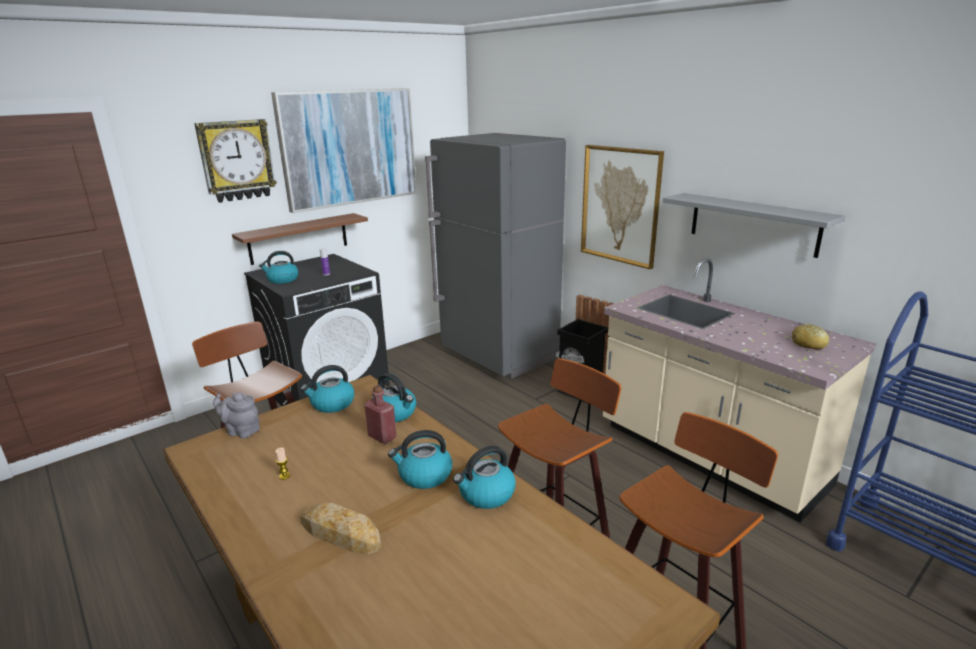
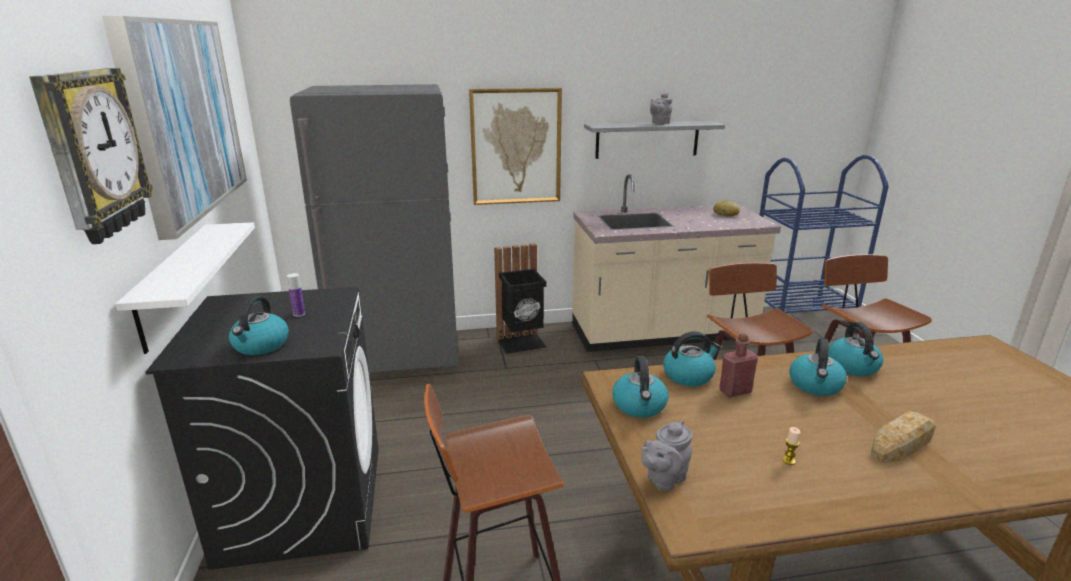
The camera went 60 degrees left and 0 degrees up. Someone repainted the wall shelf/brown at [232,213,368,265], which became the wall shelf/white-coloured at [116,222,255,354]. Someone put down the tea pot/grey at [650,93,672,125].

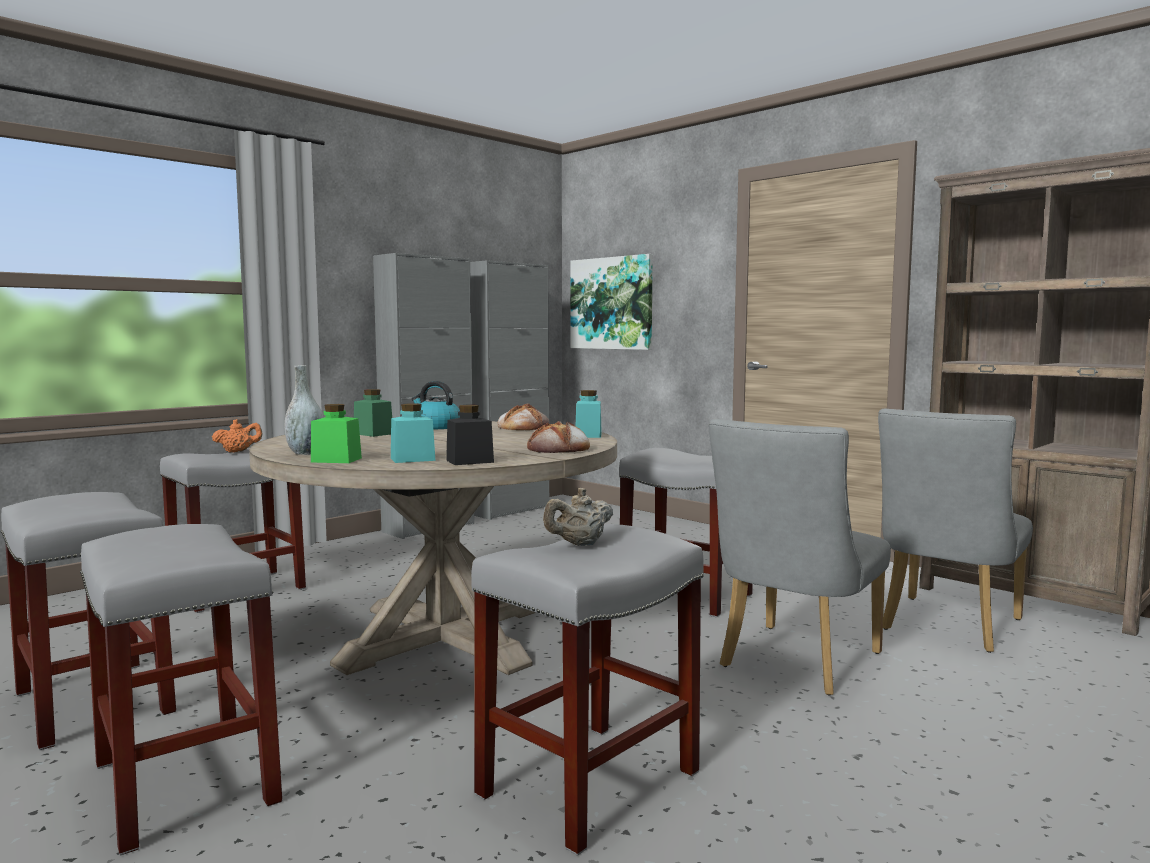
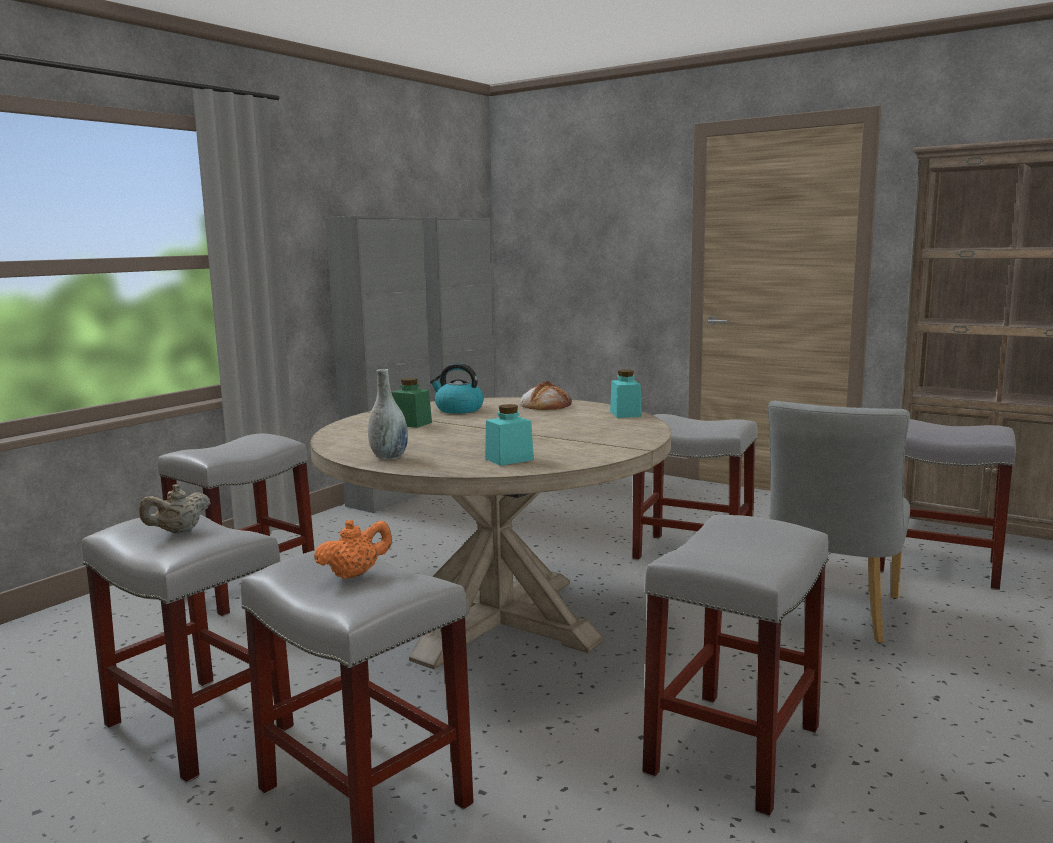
The camera went 10 degrees left and 5 degrees up. Someone carried the tea pot/sand-coloured from [543,488,613,546] to [139,484,210,534]. Someone carried the tea pot/orangey from [212,419,262,453] to [314,519,392,579]. Someone swapped the plain chair/grey at [878,409,1033,653] for the stool/grey at [880,419,1016,590]. Someone took away the jar/green at [311,404,362,463]. Someone took away the jar/black at [446,405,494,465]. Someone took away the bread at [527,421,590,453]. Someone took away the picture at [571,254,653,350].

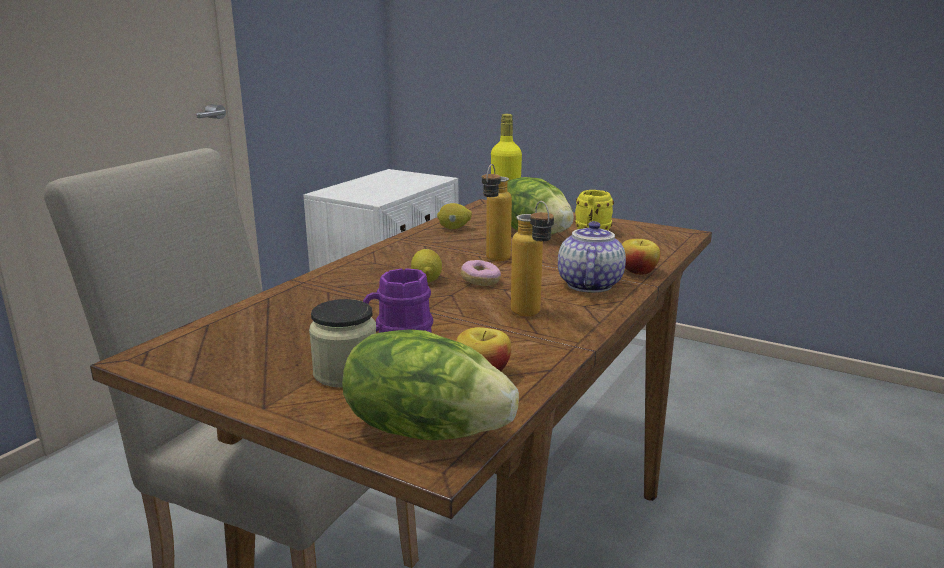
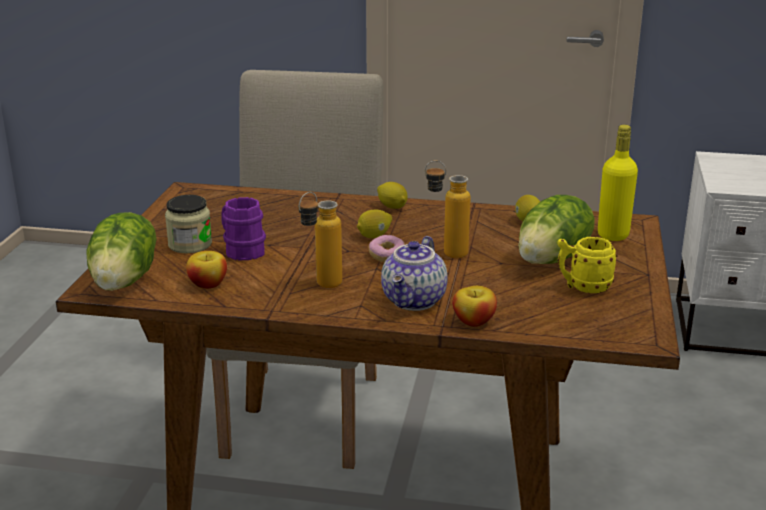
The camera went 70 degrees right and 5 degrees up. Someone put down the whole lemon at [377,182,408,209]. Someone rotated the tea pot at [558,221,626,293] by 120 degrees clockwise.

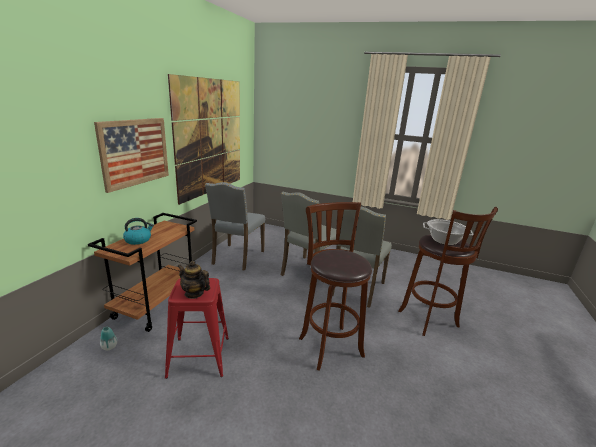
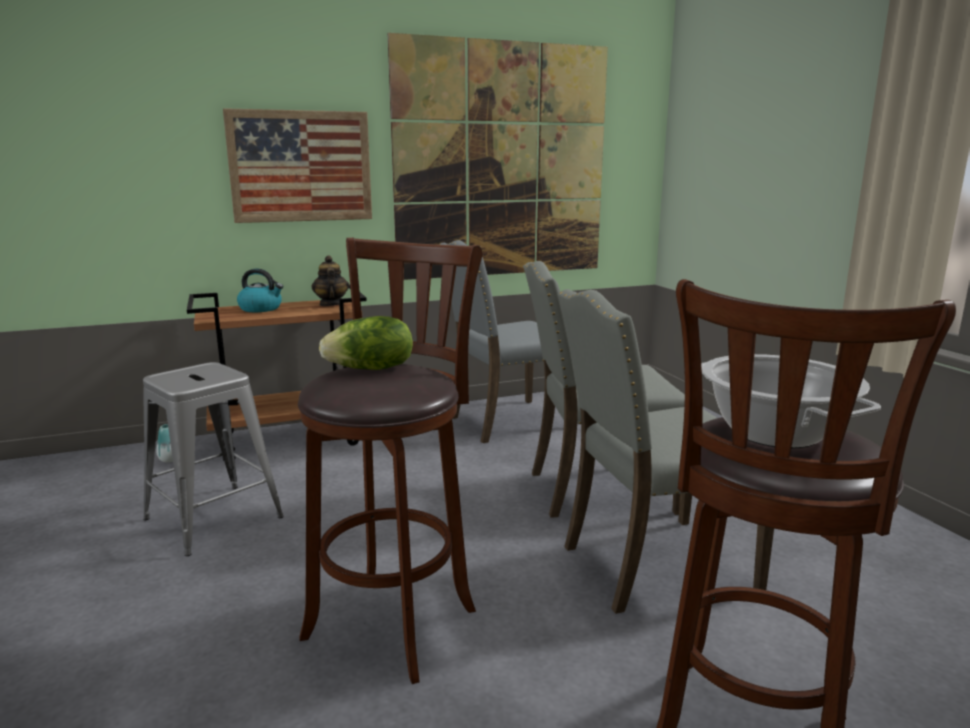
The camera went 50 degrees right and 5 degrees down. Someone repainted the stool/reddish at [165,278,229,379], which became the stool/grey at [143,362,284,556]. Someone carried the tea pot from [178,261,210,299] to [312,255,349,306]. Someone put down the head of lettuce at [319,316,413,370].

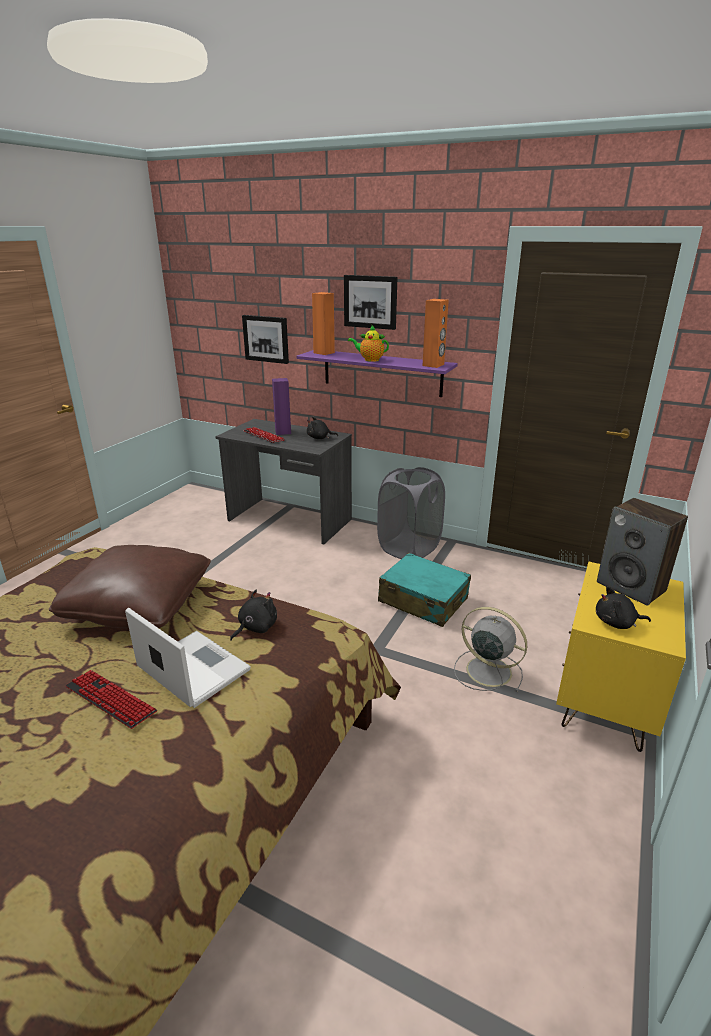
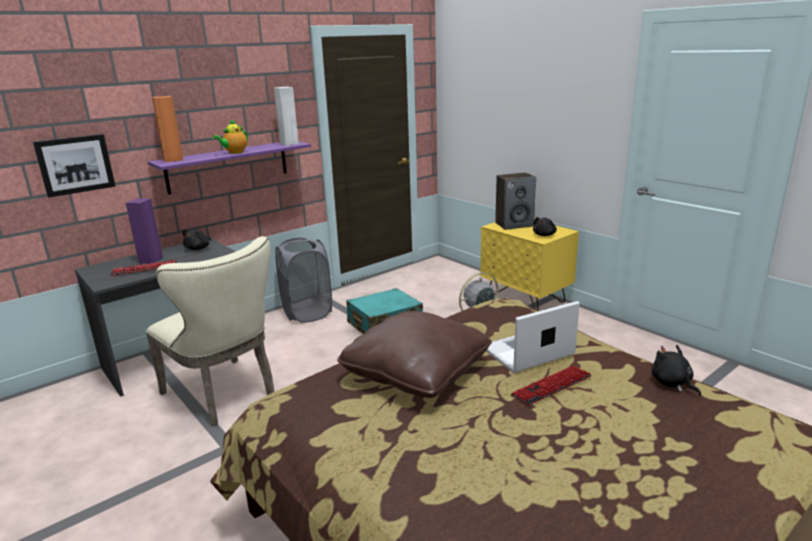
The camera went 65 degrees left and 5 degrees down. Someone put down the plain chair/sand-coloured at [146,236,275,426]. Someone repainted the loudspeaker/orangey at [423,299,449,368], which became the loudspeaker/white-coloured at [274,87,299,146]. Someone carried the plush toy/black from [230,589,277,641] to [652,345,701,397]. Someone took away the picture at [344,275,398,330].

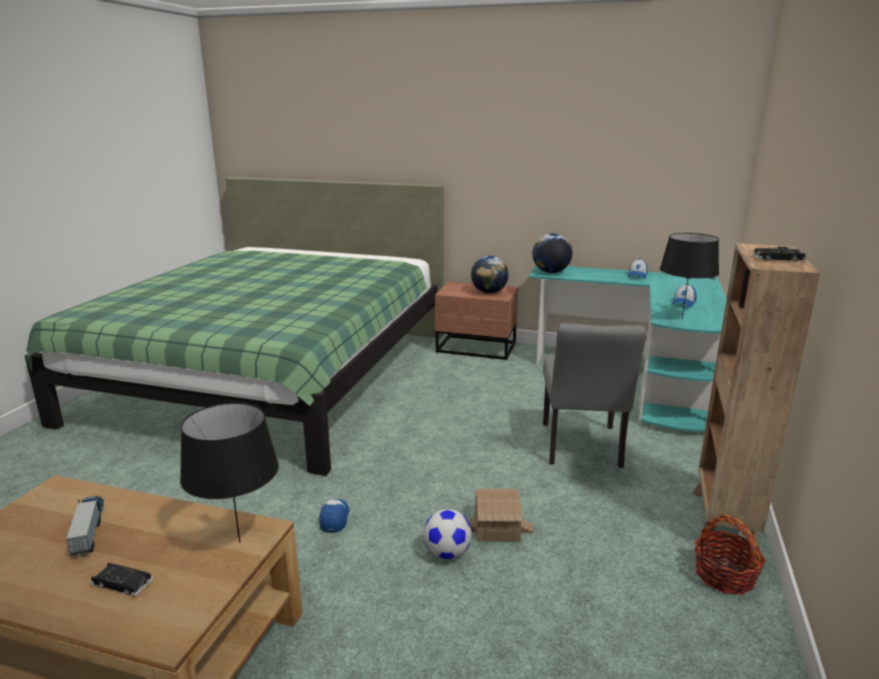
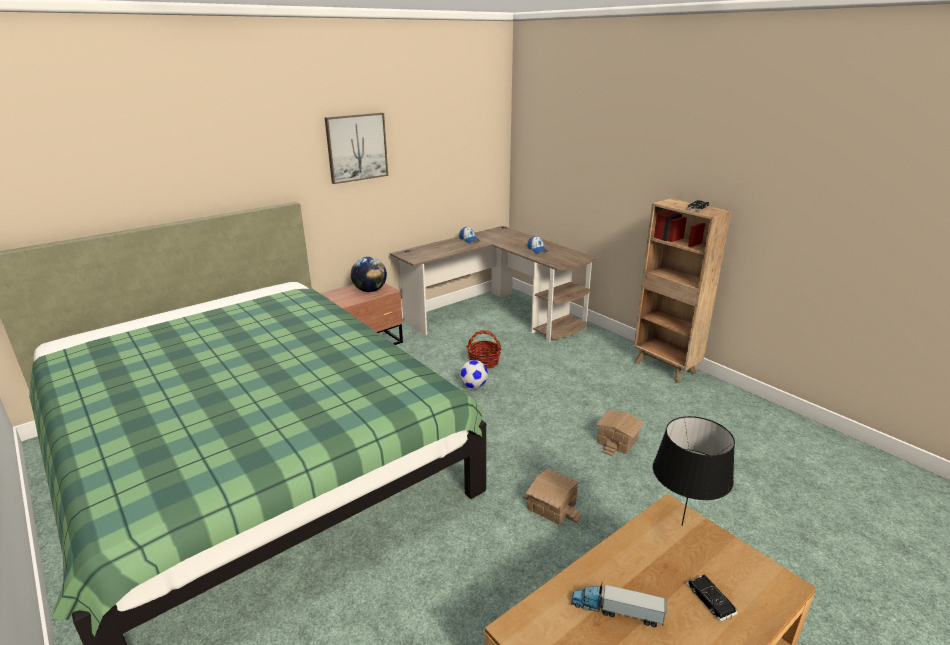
The camera went 55 degrees left and 5 degrees up. Someone put up the picture at [325,113,388,184]. Someone repainted the desk/turquoise at [529,266,727,432], which became the desk/brown at [390,226,597,342]. Someone carried the football ball from [424,509,472,559] to [460,360,488,389]. Someone carried the household basket from [694,514,766,595] to [466,330,501,369]. Someone swapped the cap at [319,499,349,533] for the model house at [523,468,582,525]. Someone rotated the model car/black at [90,563,154,596] by 75 degrees counterclockwise. Someone took away the desk globe at [532,233,572,273]. Someone took away the plain chair/grey at [543,323,647,468]. Someone took away the tabletop lamp/black at [660,233,719,319].

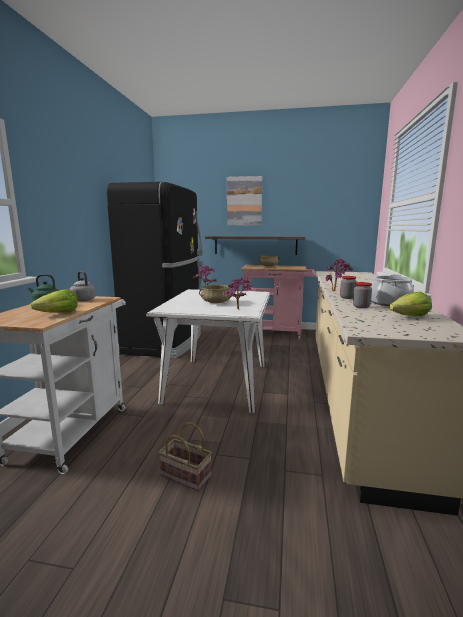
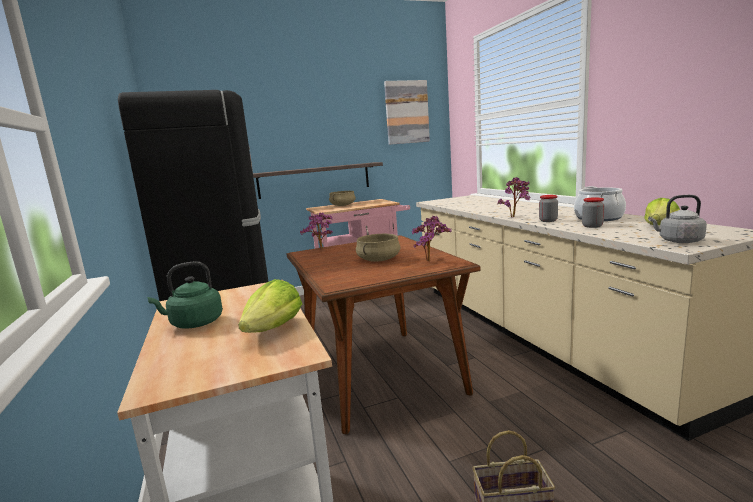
The camera went 30 degrees left and 0 degrees up. Someone repainted the dining table/white-coloured at [146,289,270,414], which became the dining table/brown at [287,235,481,434]. Someone carried the picture from [227,176,262,226] to [384,80,430,145]. Someone carried the kettle/grey from [70,271,96,301] to [648,195,707,243].

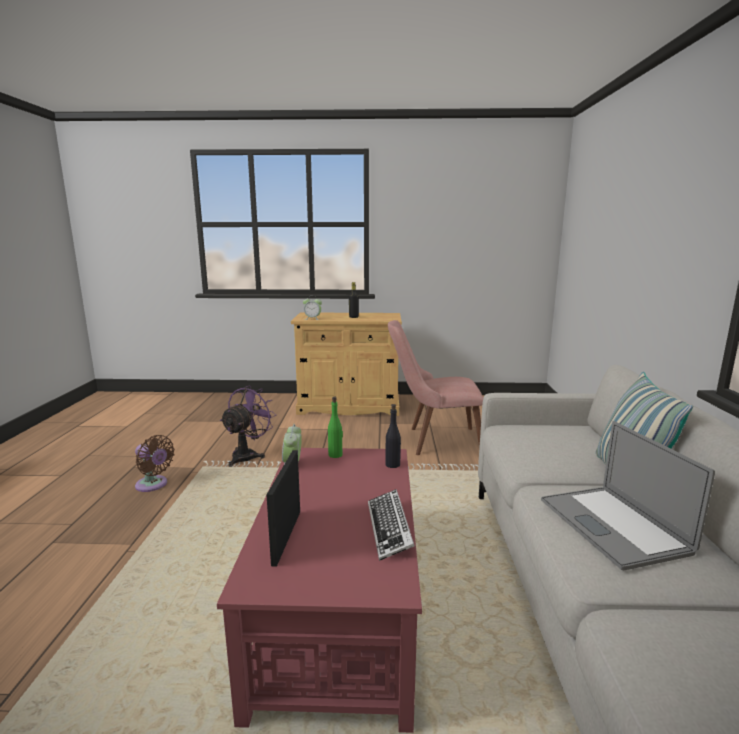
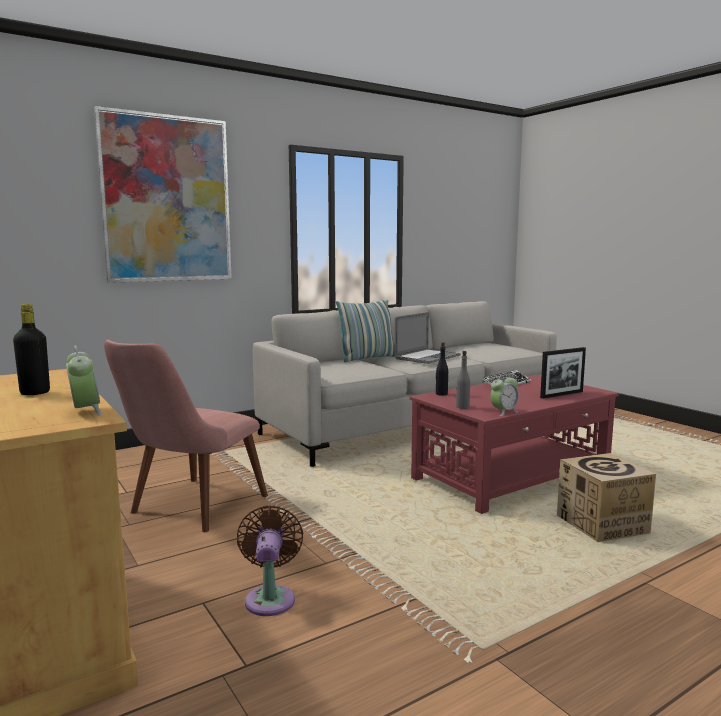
The camera went 125 degrees left and 5 degrees down. Someone put up the picture at [94,106,232,283]. Someone rotated the plain chair/pinkish at [388,320,483,455] by 60 degrees clockwise. Someone carried the cooling fan/brown from [135,435,175,492] to [237,505,303,616]. Someone repainted the drink bottle/green at [328,397,343,458], which became the drink bottle/grey at [456,351,470,409]. Someone put down the cardboard box at [557,453,656,542]. Someone took away the cooling fan/purple-coloured at [220,385,276,467].

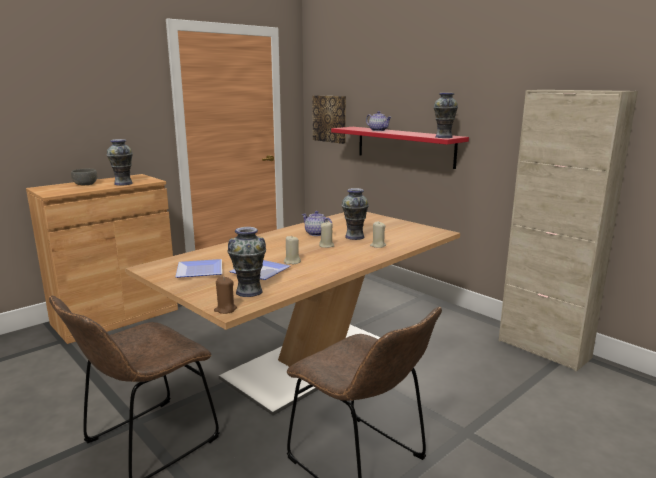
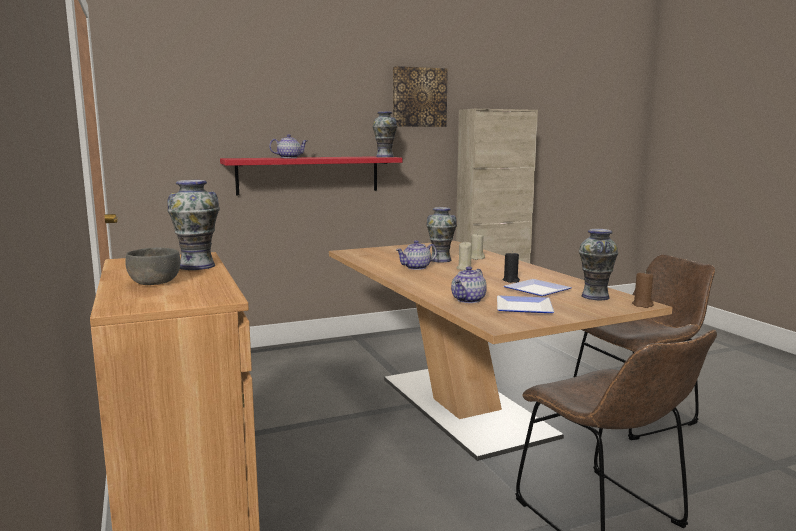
The camera went 70 degrees left and 5 degrees down. Someone carried the picture from [312,95,346,144] to [393,66,448,127]. Someone put down the tea pot at [451,266,487,303]. Someone repainted the candle/sand-coloured at [284,235,301,265], which became the candle/black at [502,251,520,283].

